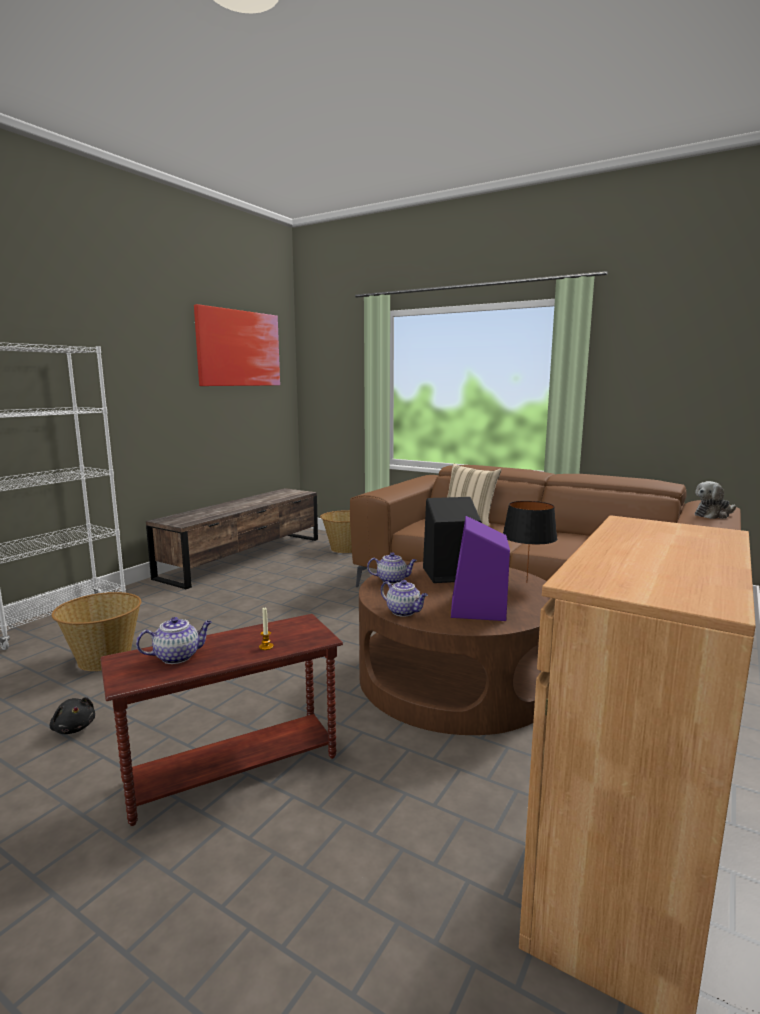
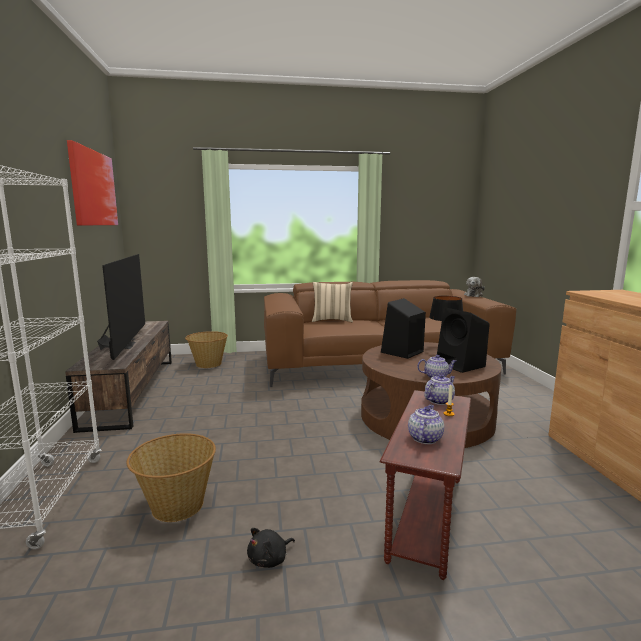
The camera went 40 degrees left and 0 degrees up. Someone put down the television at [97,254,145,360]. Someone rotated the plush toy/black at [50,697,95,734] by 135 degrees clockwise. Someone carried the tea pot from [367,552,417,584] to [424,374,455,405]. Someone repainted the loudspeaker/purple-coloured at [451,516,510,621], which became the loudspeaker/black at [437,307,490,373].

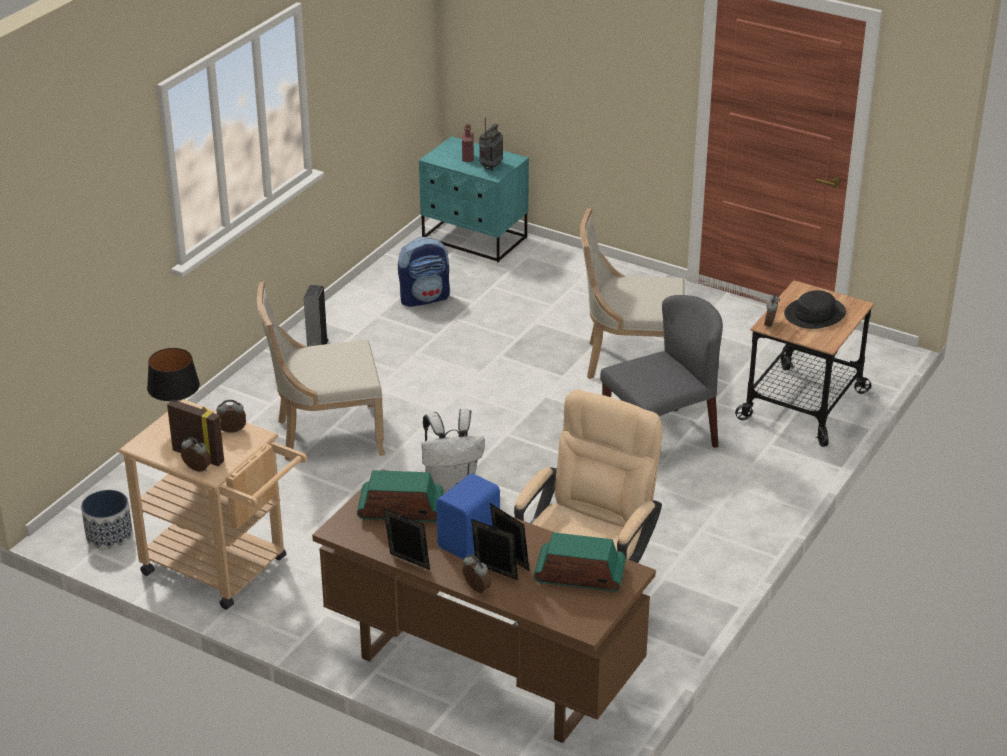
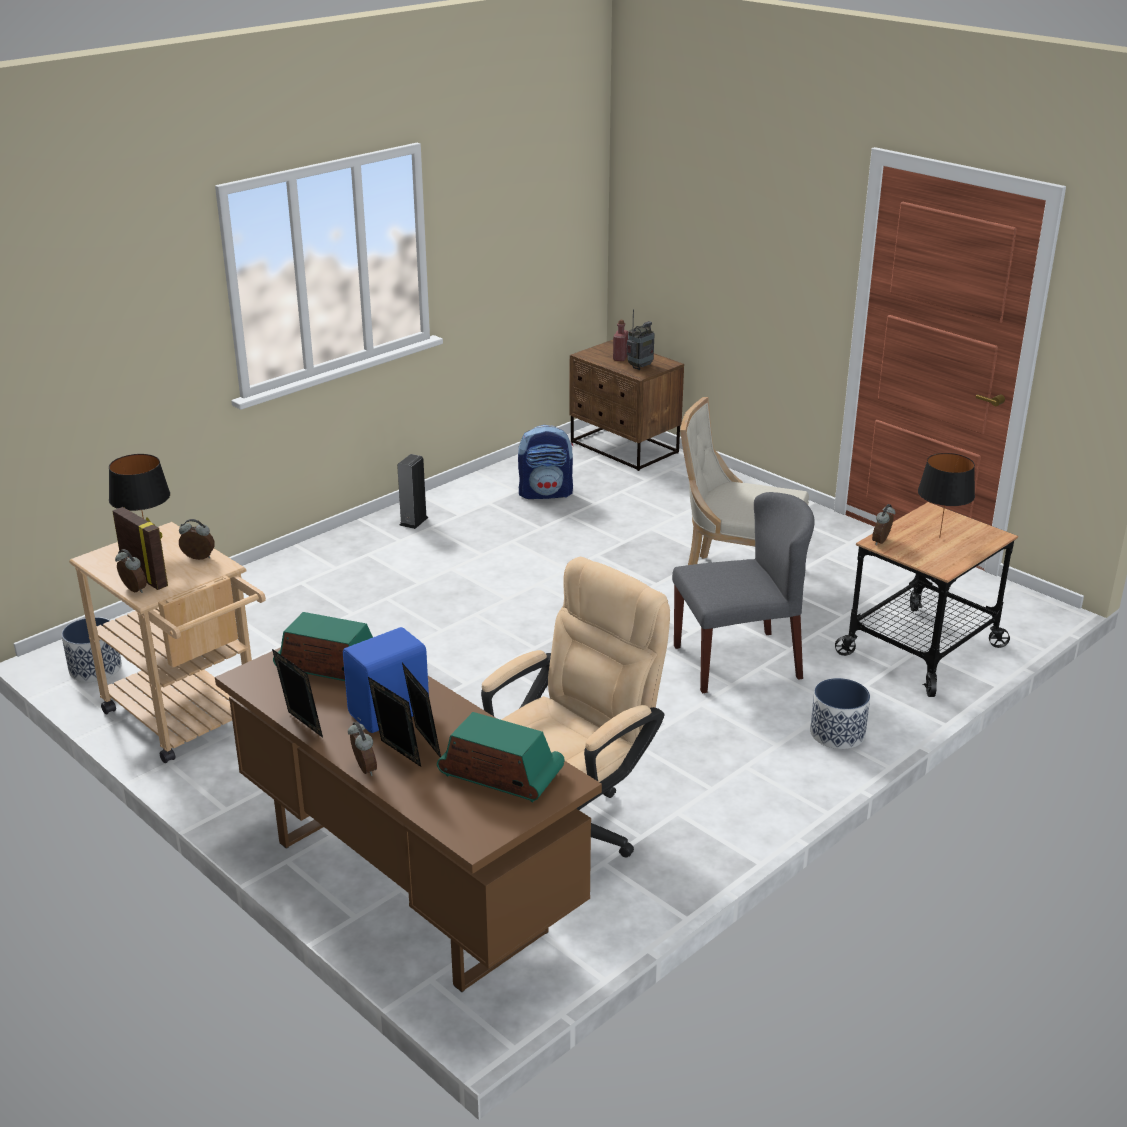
The camera went 15 degrees right and 5 degrees down. Someone repainted the bedside table/turquoise at [419,136,529,262], which became the bedside table/brown at [570,340,684,471]. Someone put down the planter at [810,678,870,749]. Someone swapped the hat/black at [784,290,846,329] for the tabletop lamp/black at [918,453,975,538]. Someone took away the plain chair/sand-coloured at [257,282,385,461]. Someone took away the rucksack/white-coloured at [422,409,485,492].

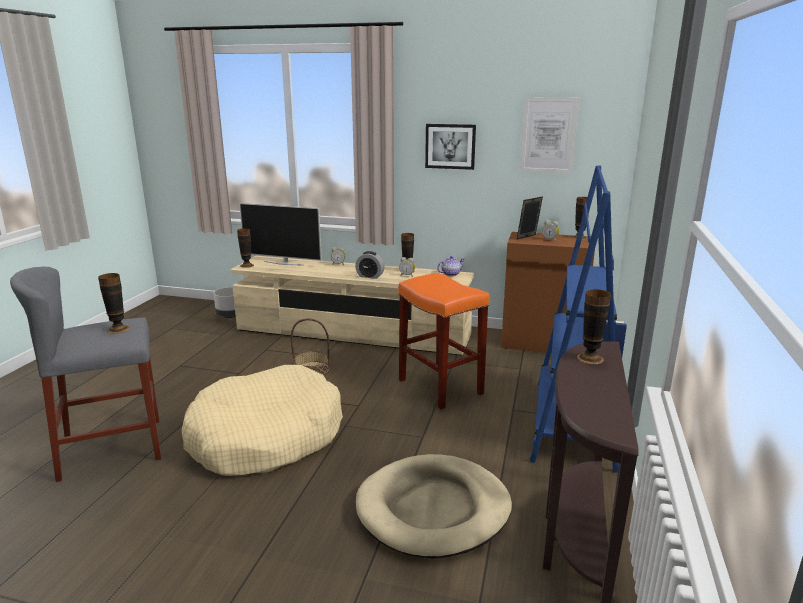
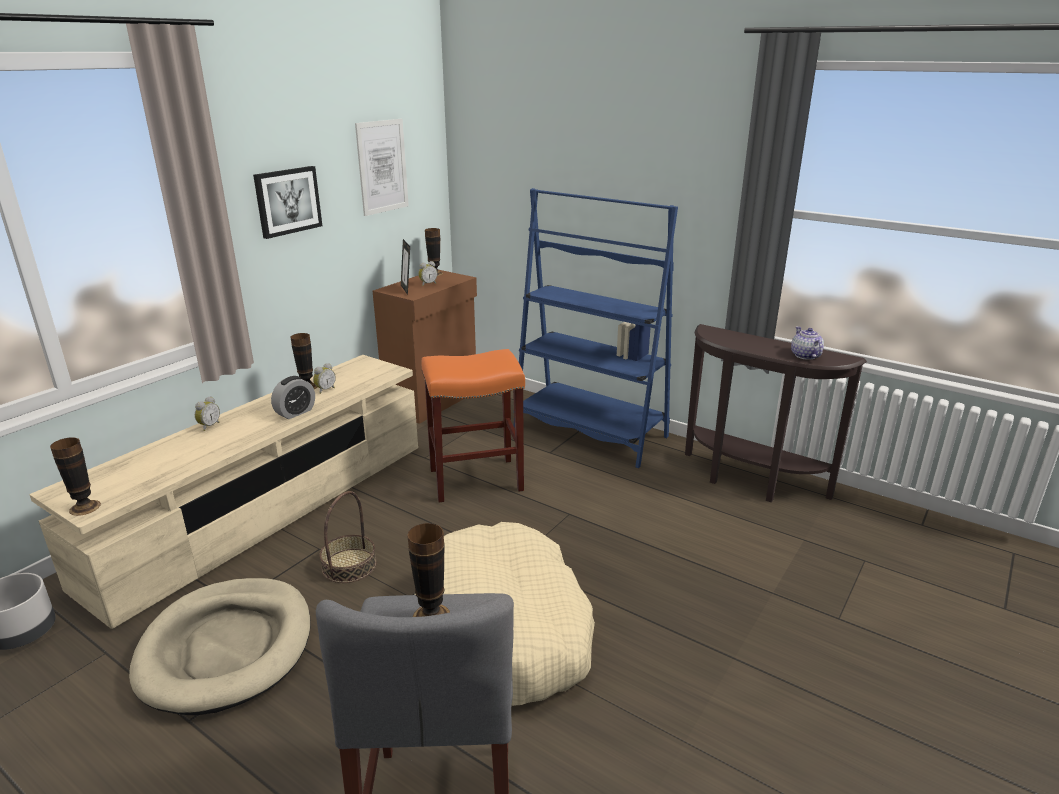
The camera went 70 degrees left and 5 degrees up. Someone carried the pet bed/sand-coloured from [356,454,512,559] to [129,578,311,715]. Someone carried the tea pot from [437,256,465,276] to [791,327,824,360]. Someone took away the television at [239,203,322,266]. Someone took away the flower vase at [577,289,611,364].

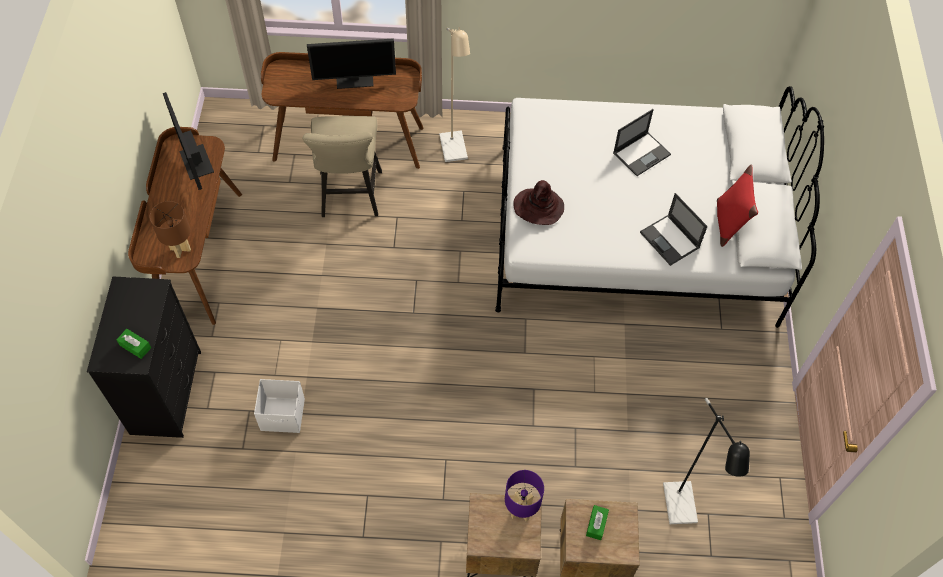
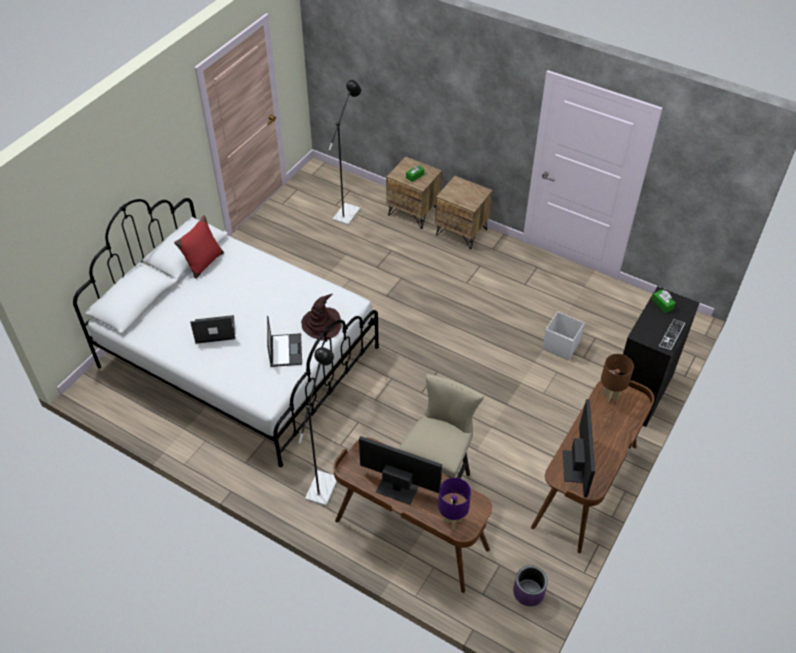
The camera went 150 degrees left and 10 degrees down. Someone carried the portable computer from [640,193,707,266] to [267,316,302,367]. Someone repainted the standing lamp/sand-coloured at [439,27,470,162], which became the standing lamp/black at [299,347,337,506]. Someone carried the tabletop lamp/purple-coloured from [505,470,544,522] to [438,478,471,530]. Someone put down the planter/purple-coloured at [513,565,548,606]. Someone put down the computer keyboard at [659,319,685,350].

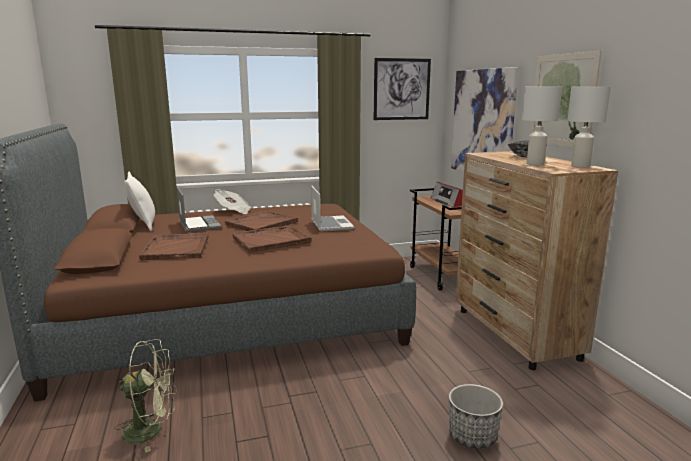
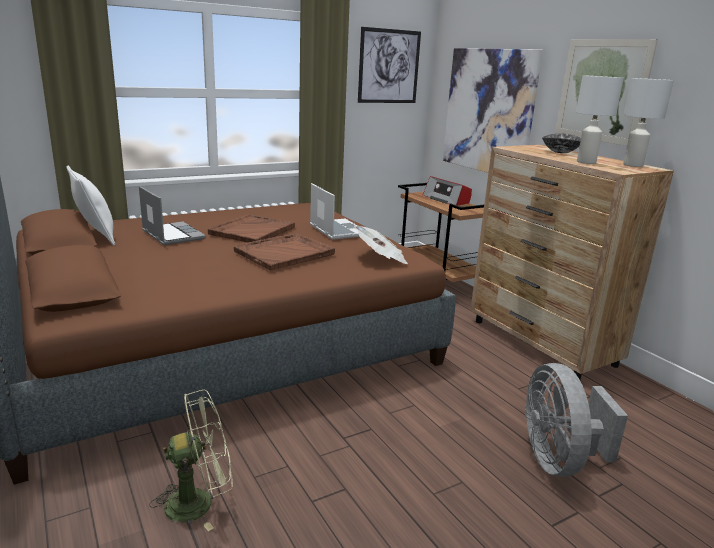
The camera went 15 degrees left and 5 degrees up. Someone carried the newspaper from [214,189,251,214] to [354,225,407,264]. Someone swapped the planter at [449,384,503,449] for the cooling fan/grey at [525,363,628,477]. Someone took away the carrying tray/brown at [139,232,208,260].

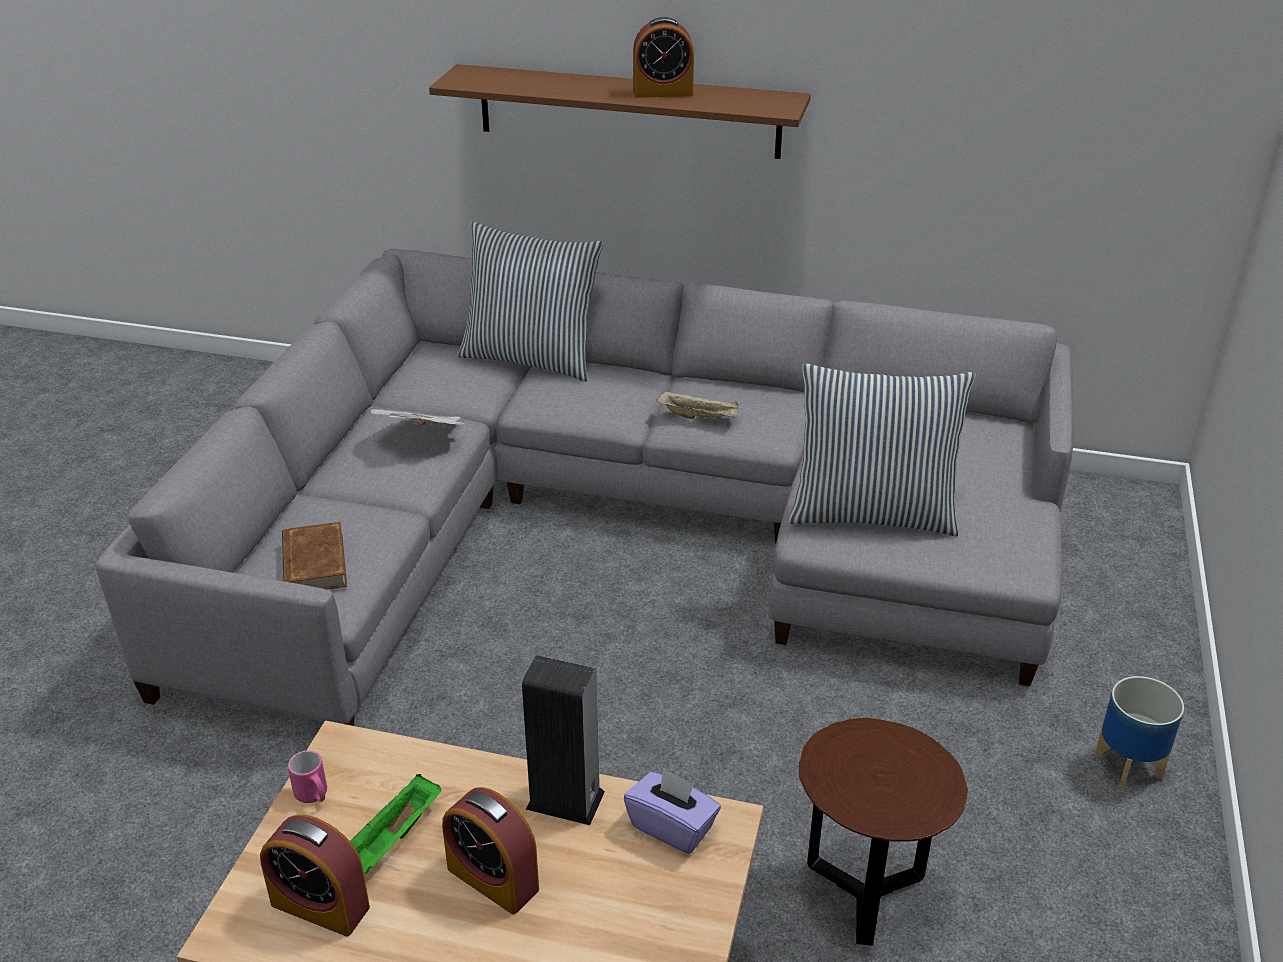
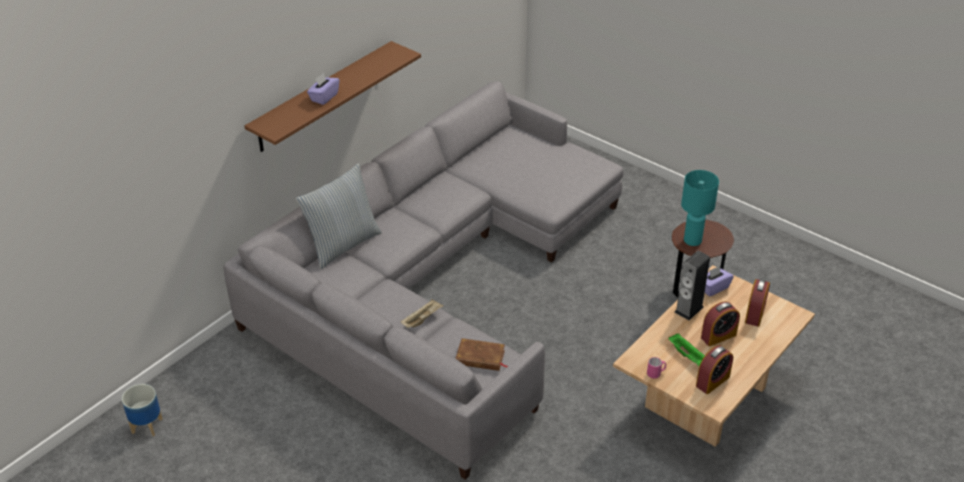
The camera went 65 degrees left and 5 degrees up. Someone carried the planter from [1094,676,1184,789] to [122,384,163,436]. Someone put down the box of tissues/purple-coloured at [307,73,339,105]. Someone carried the carrying tray/sand-coloured from [656,390,739,419] to [401,299,444,328]. Someone put down the tabletop lamp/turquoise at [681,170,719,246]. Someone carried the bedside clock from [633,17,694,98] to [745,279,770,327]. Someone took away the newspaper at [371,409,464,426]. Someone took away the pillow at [789,363,976,536].

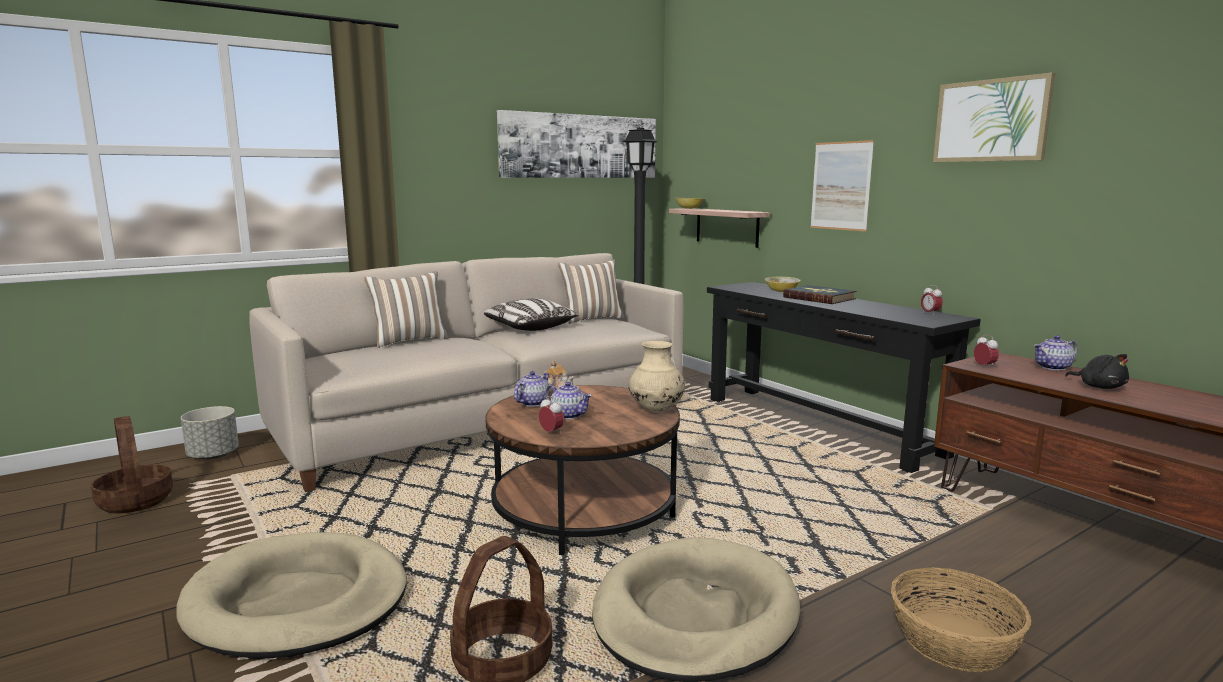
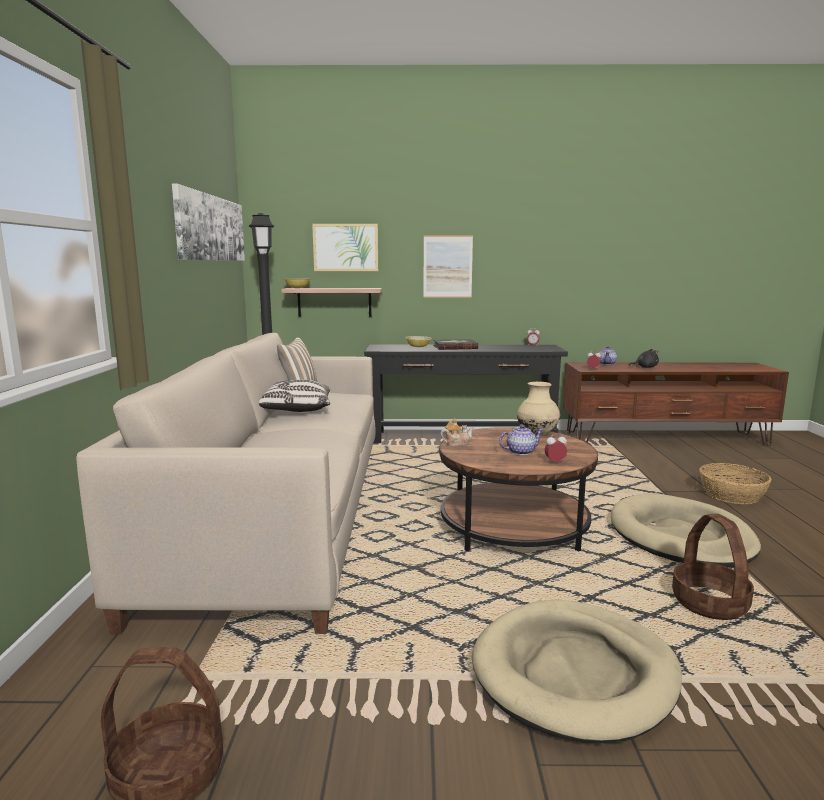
The camera went 55 degrees left and 0 degrees up. Someone carried the picture from [933,72,1055,162] to [312,224,378,271]. Someone took away the planter/grey at [181,406,239,460]. Someone took away the pillow at [364,271,449,348]. Someone took away the tea pot at [514,371,550,407].

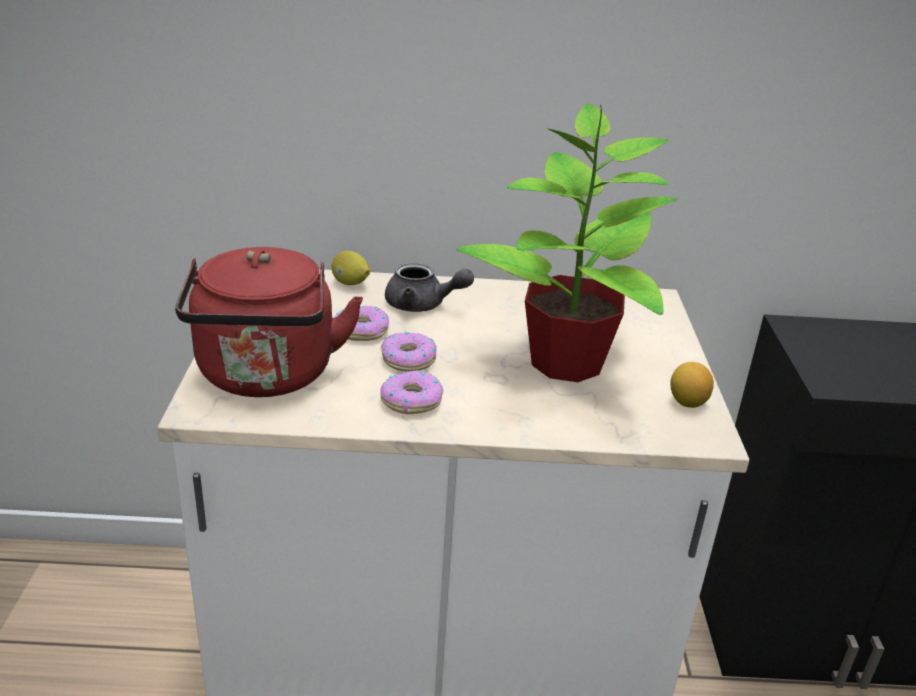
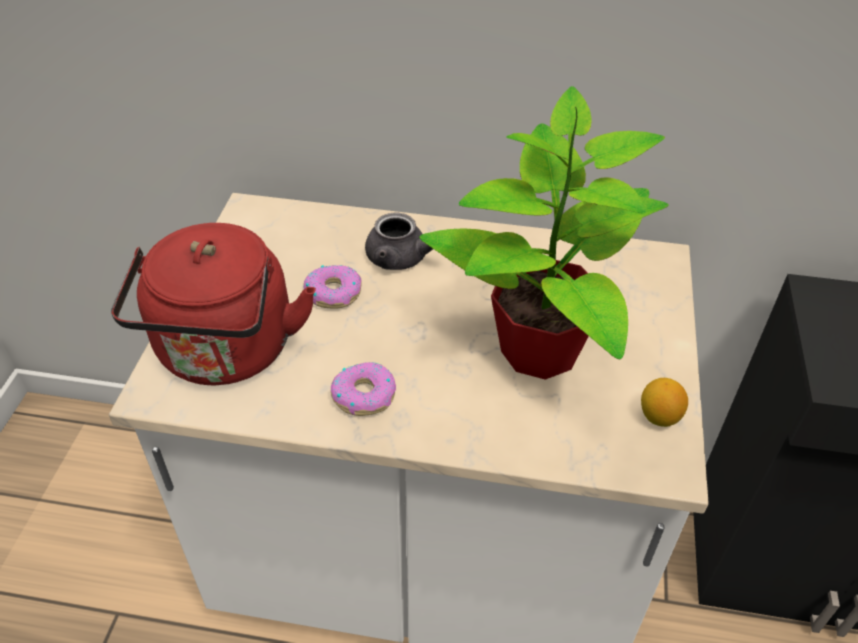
The camera went 10 degrees right and 15 degrees up. Someone took away the whole lemon at [331,251,370,285]. Someone took away the donut at [381,332,437,372].

